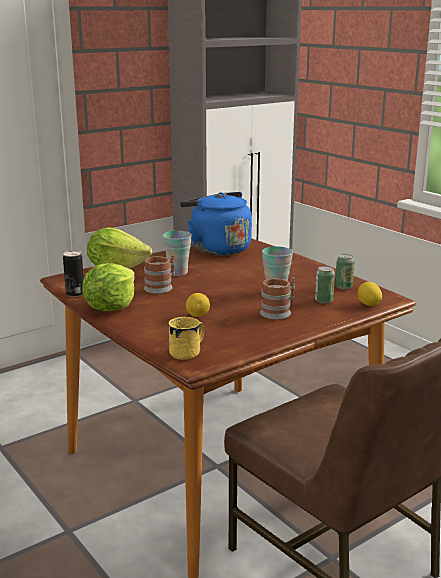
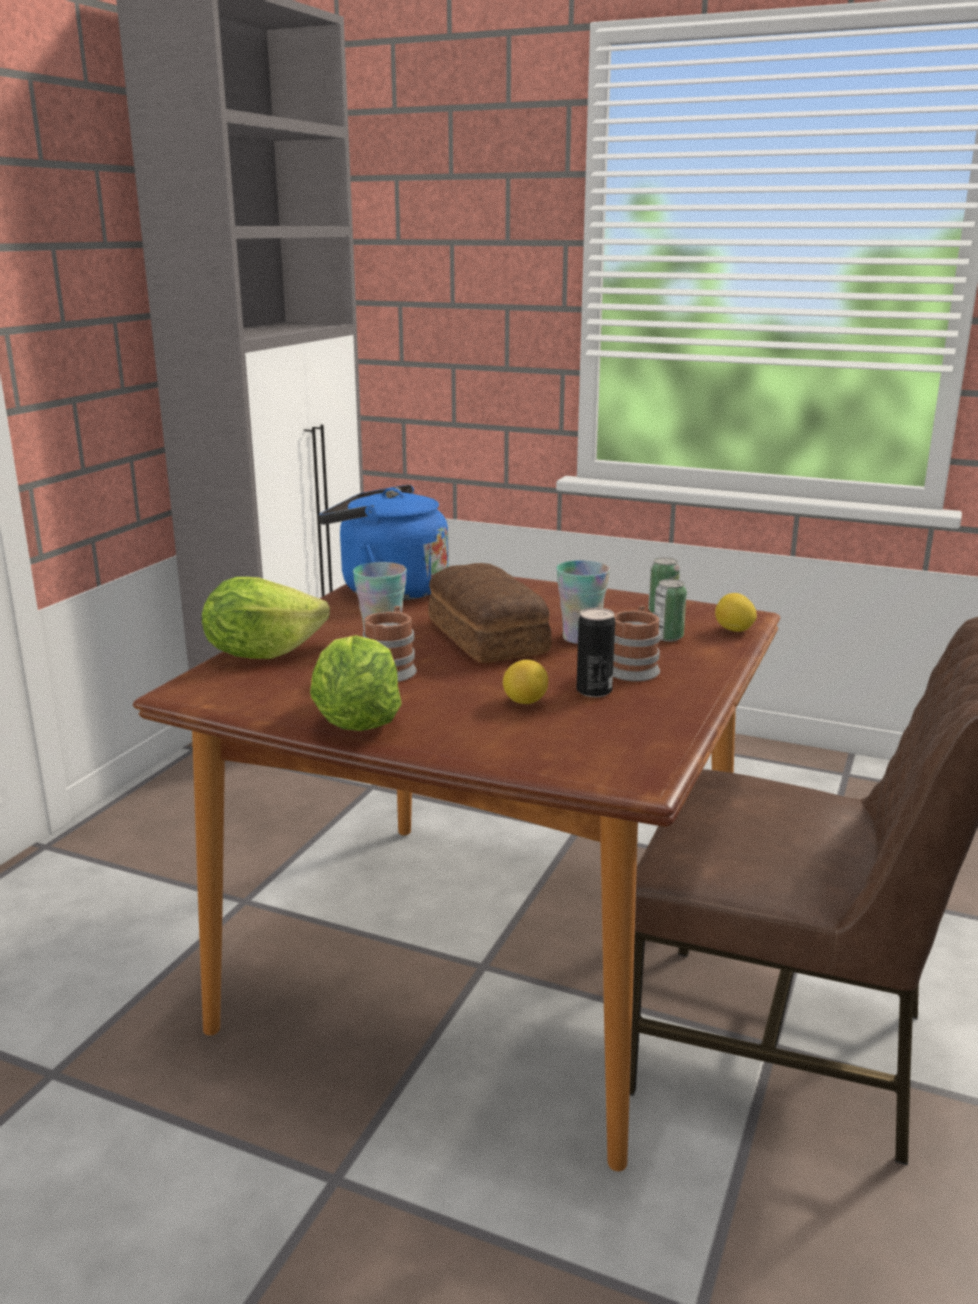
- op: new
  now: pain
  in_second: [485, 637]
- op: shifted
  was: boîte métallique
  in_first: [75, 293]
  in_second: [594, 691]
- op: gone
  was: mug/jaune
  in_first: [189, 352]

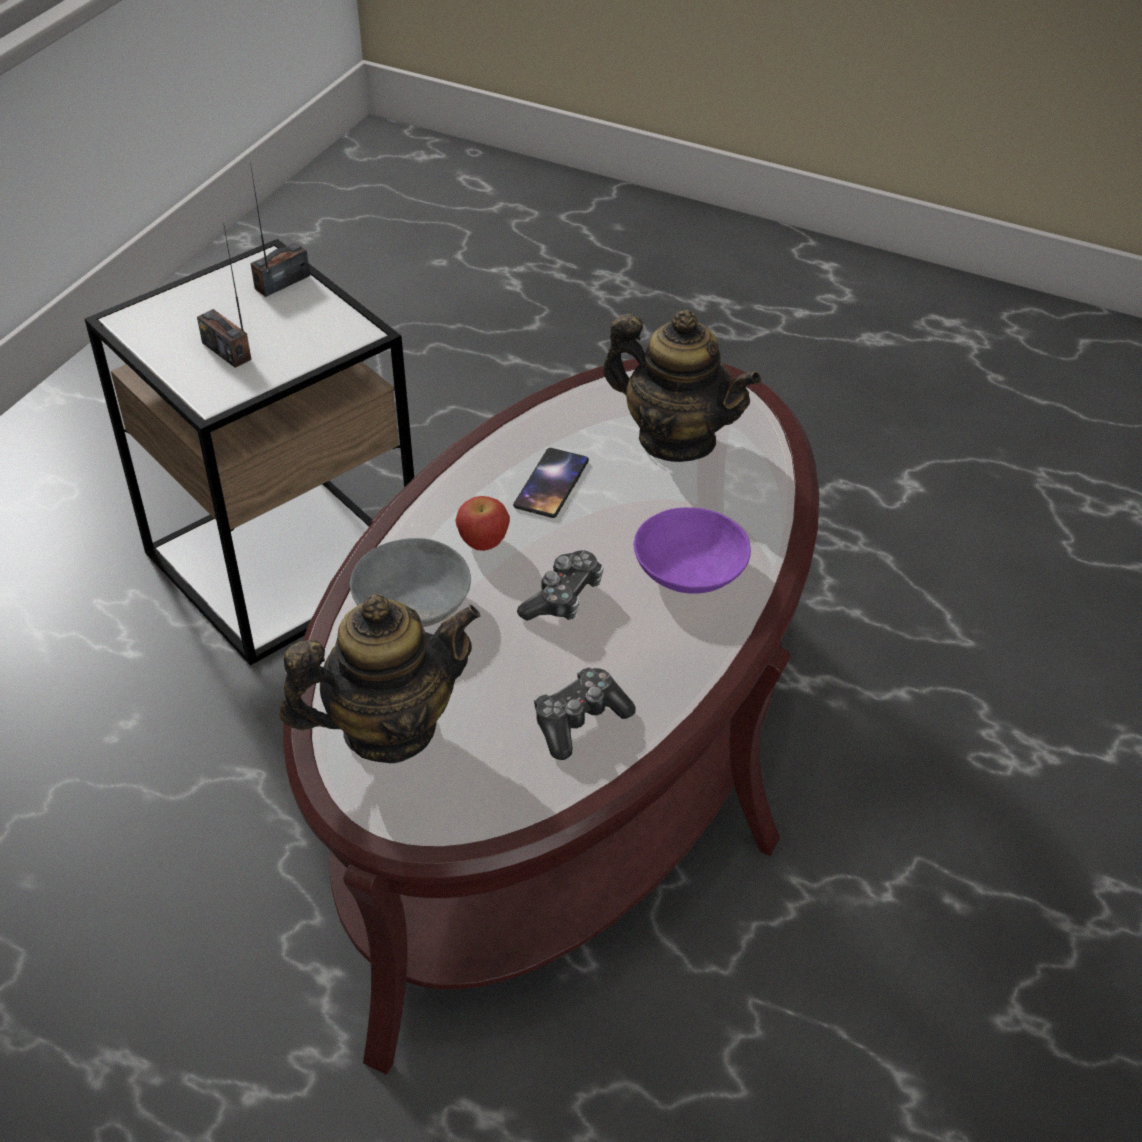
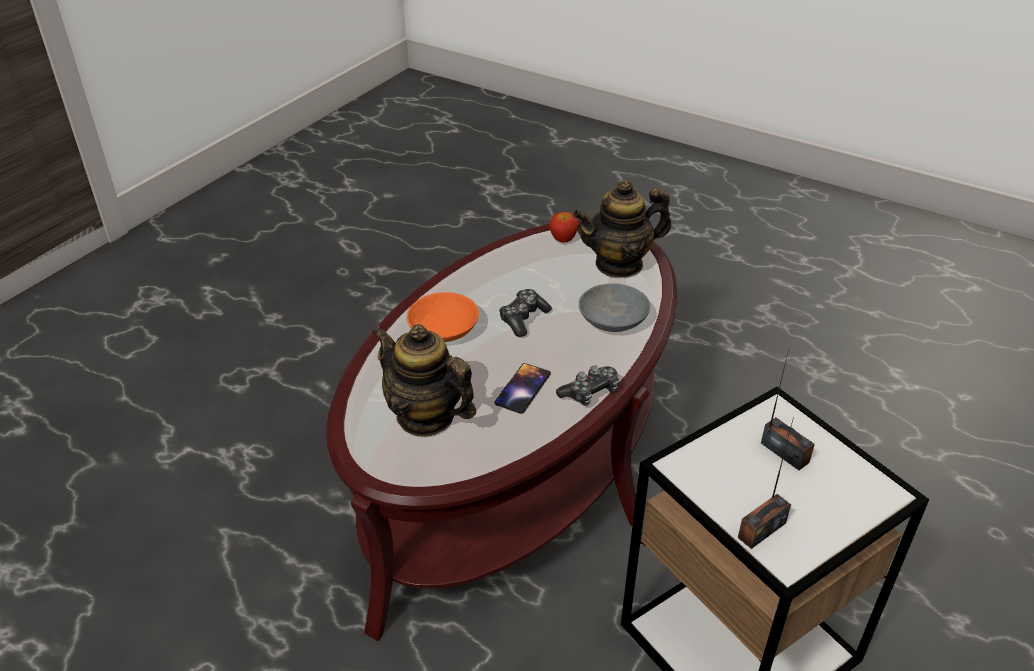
- op: repainted
  was: bol/violet
  now: bol/orange
  in_first: [692, 571]
  in_second: [443, 328]
- op: shifted
  was: pomme
  in_first: [483, 542]
  in_second: [563, 238]
- op: shifted
  was: manette
  in_first: [579, 721]
  in_second: [590, 392]

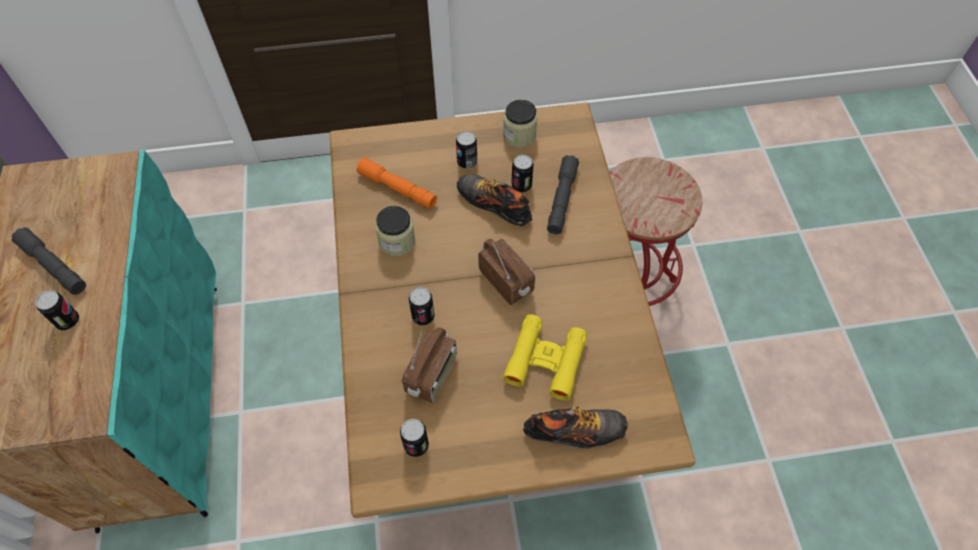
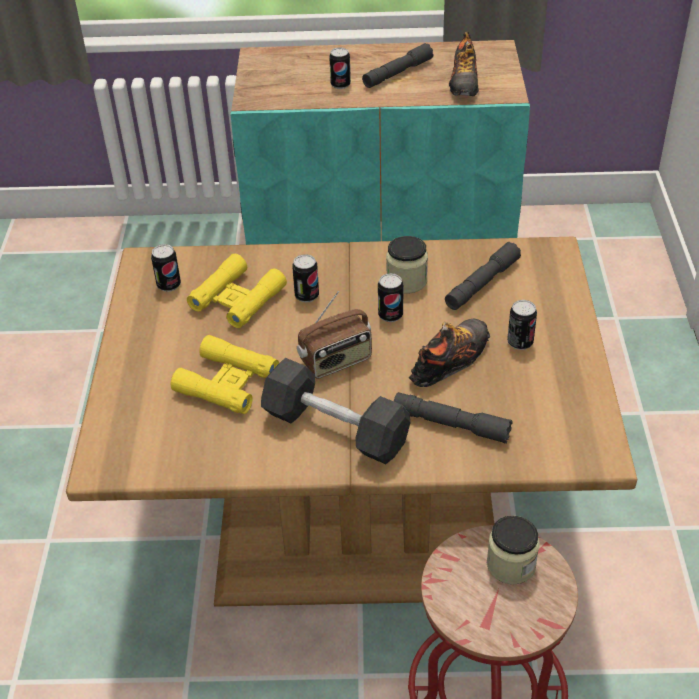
- op: swapped
  was: radio
  now: jumelles/jaune
  in_first: [432, 375]
  in_second: [237, 299]
- op: new
  now: haltère/noir
  in_second: [335, 428]
- op: shifted
  was: boîte métallique
  in_first: [521, 185]
  in_second: [390, 315]
- op: repainted
  was: lampe de poche/orange
  now: lampe de poche/gris
  in_first: [397, 189]
  in_second: [482, 283]
- op: shifted
  was: chaussure
  in_first: [575, 430]
  in_second: [464, 82]
- op: shifted
  was: bocal
  in_first: [519, 135]
  in_second: [511, 564]

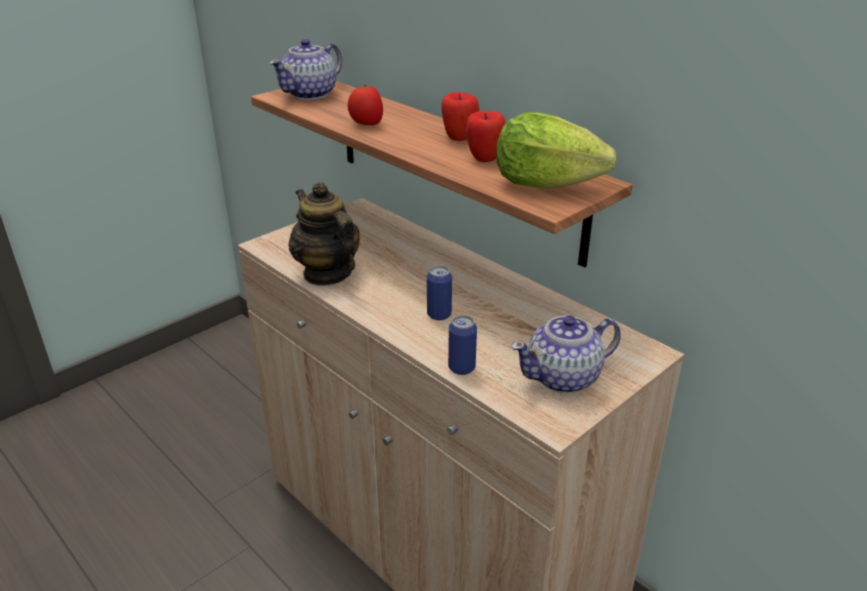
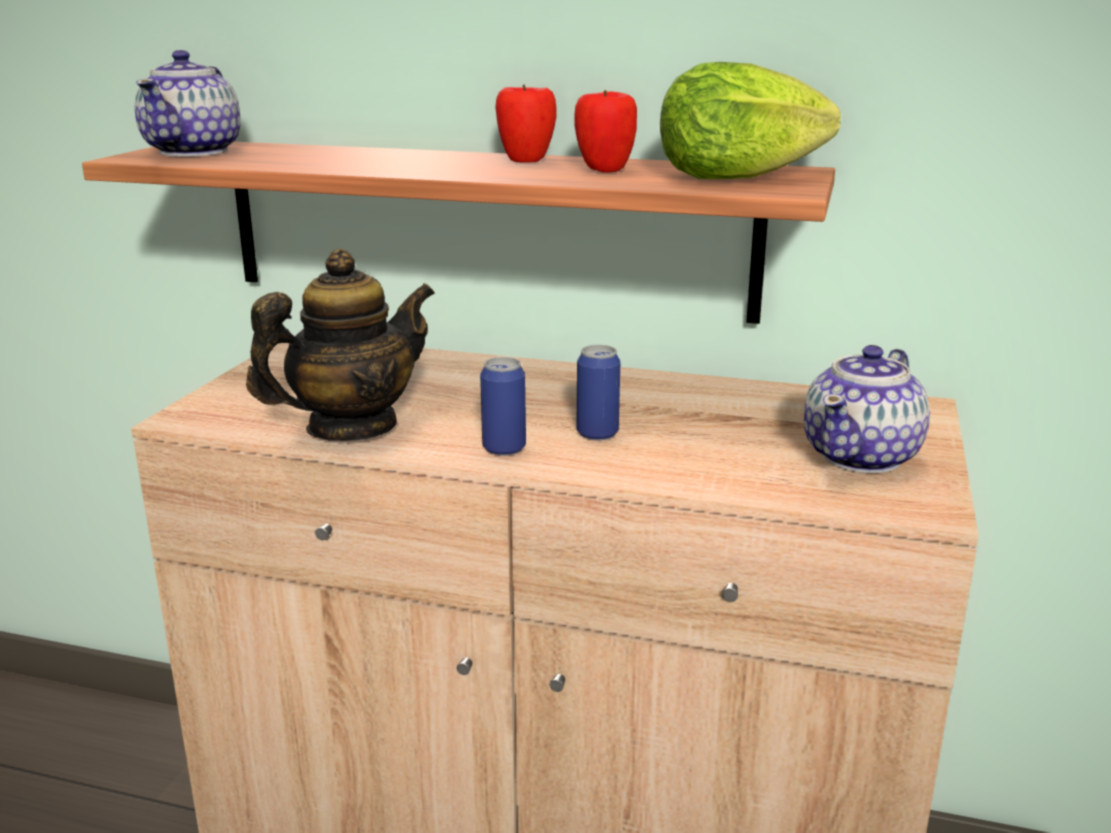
- op: rotated
  was: théière
  in_first: [327, 273]
  in_second: [351, 427]
  clockwise: 120
- op: shifted
  was: boîte métallique
  in_first: [461, 368]
  in_second: [504, 448]
- op: gone
  was: tomate
  in_first: [366, 124]

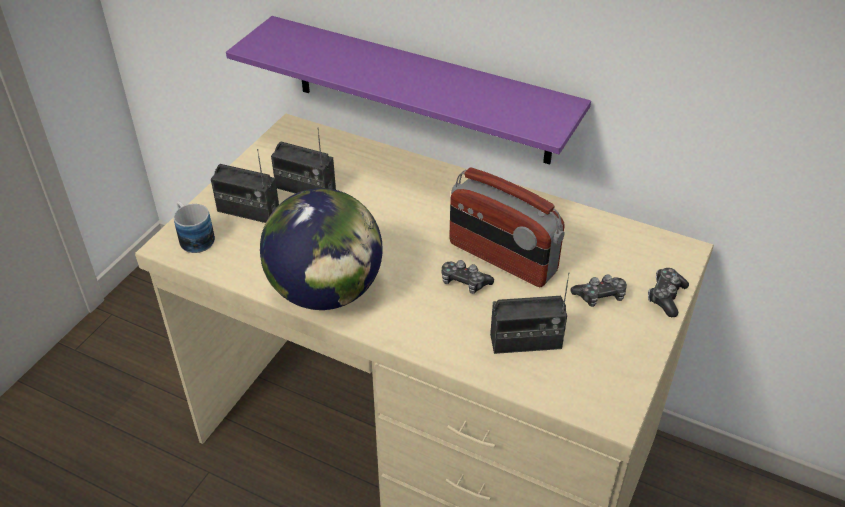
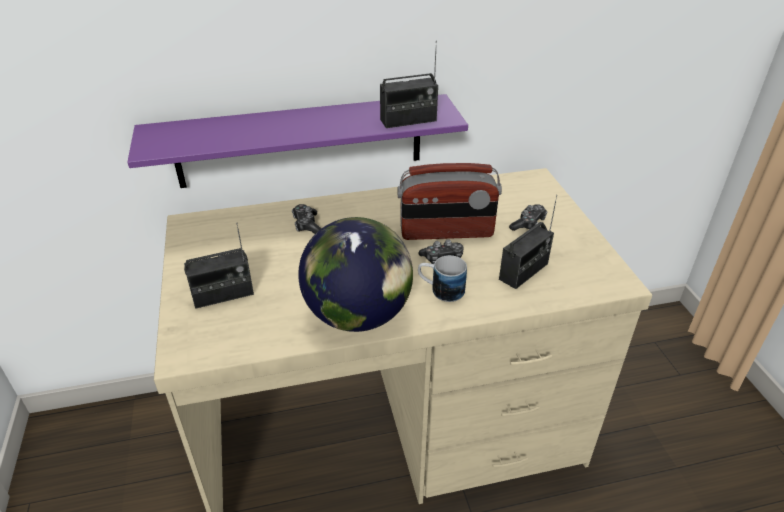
- op: shifted
  was: manette
  in_first: [666, 297]
  in_second: [307, 225]
- op: shifted
  was: radio
  in_first: [305, 189]
  in_second: [408, 120]
- op: shifted
  was: mug
  in_first: [193, 237]
  in_second: [440, 290]

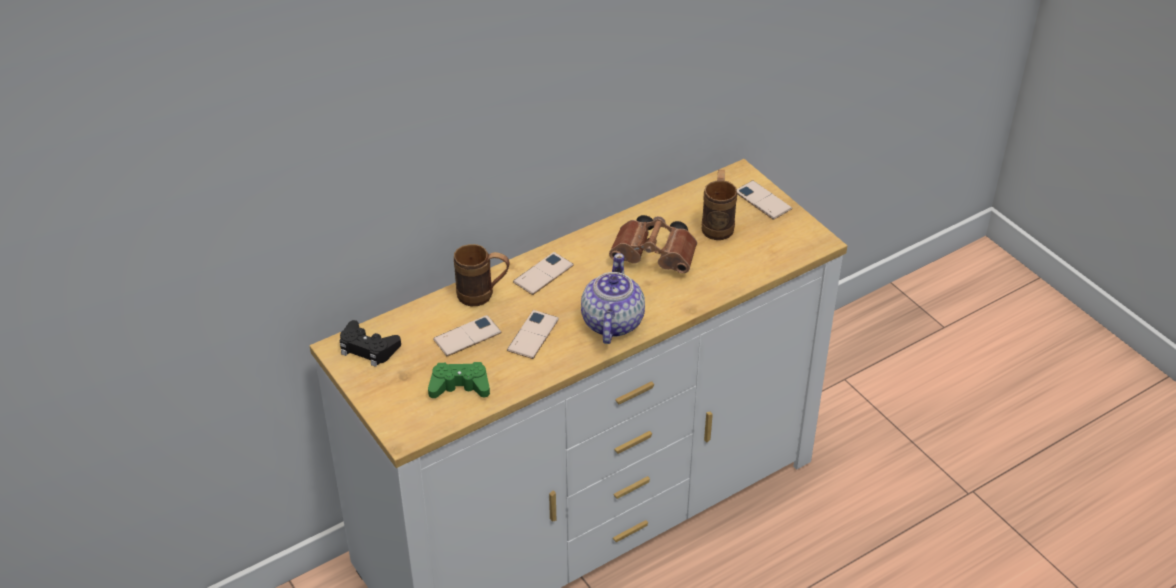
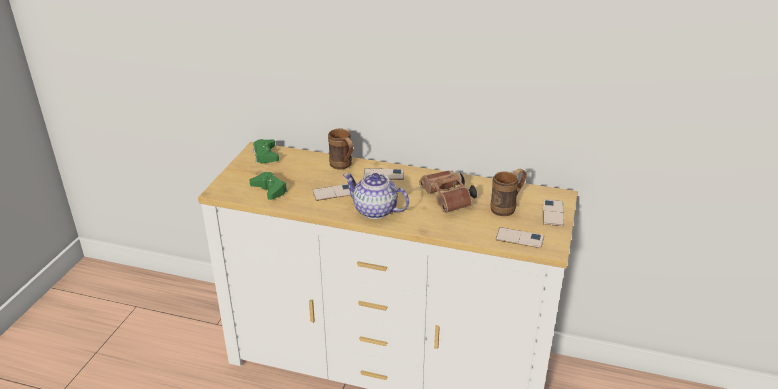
- op: repainted
  was: manette/noir
  now: manette/vert
  in_first: [368, 348]
  in_second: [266, 155]
- op: rotated
  was: théière
  in_first: [611, 323]
  in_second: [375, 211]
  clockwise: -120
- op: shifted
  was: téléphone
  in_first: [467, 336]
  in_second: [519, 238]

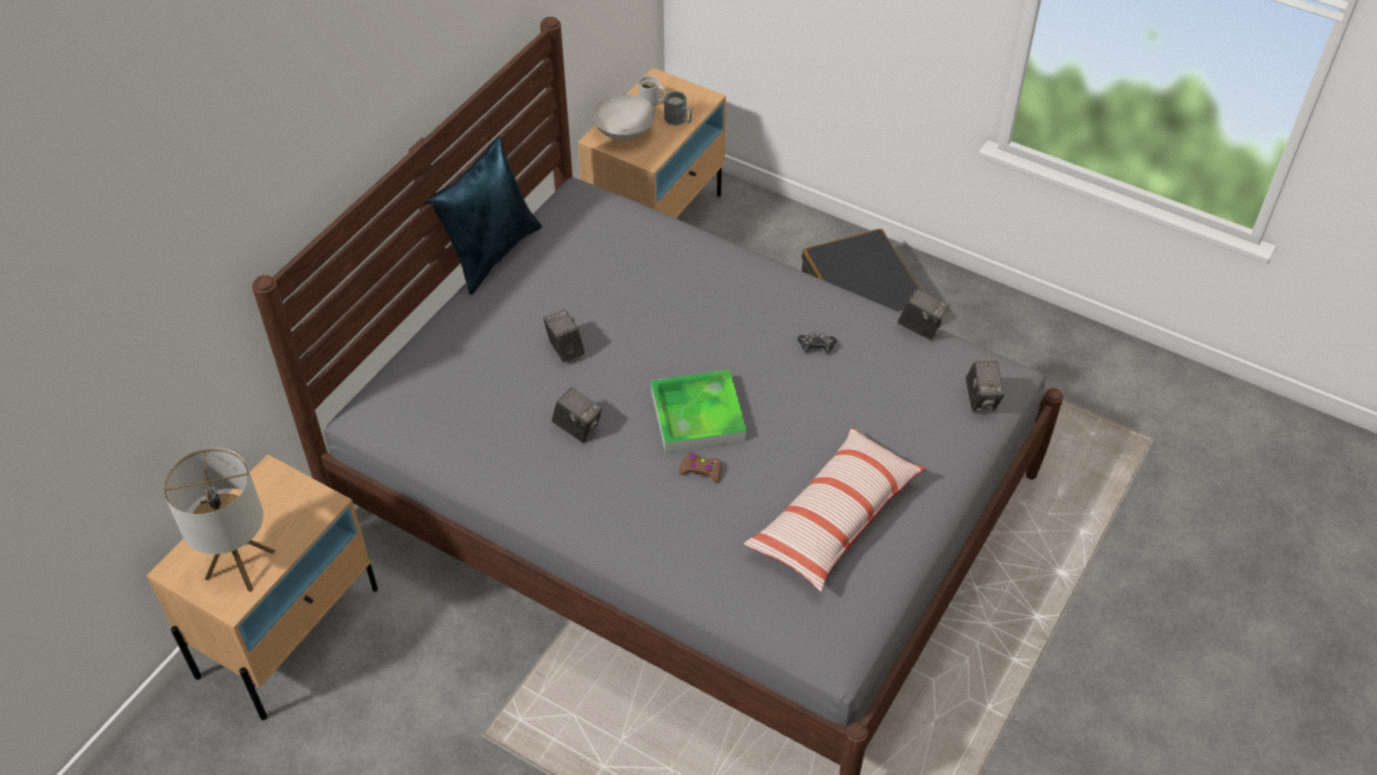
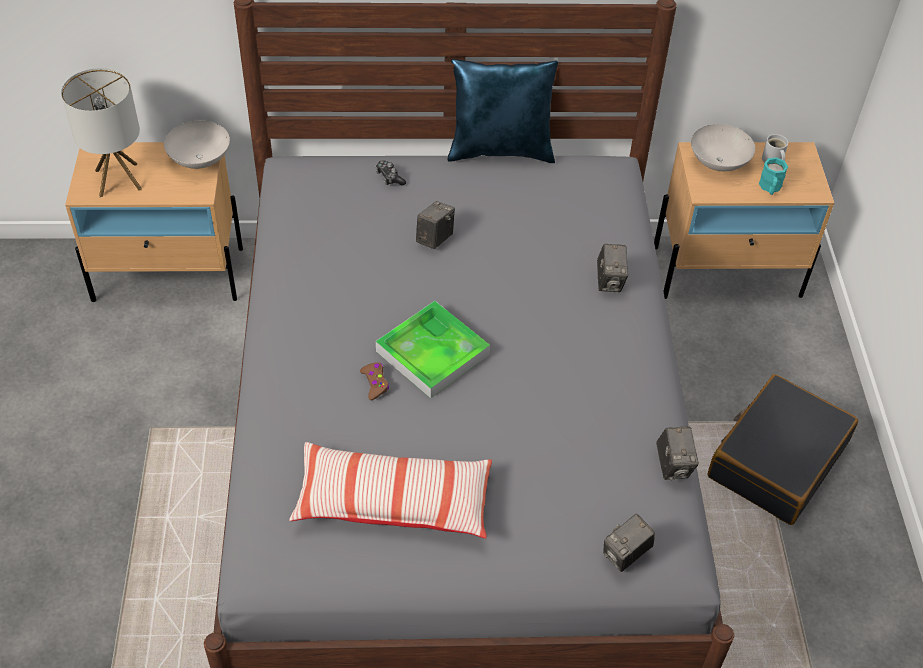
- op: new
  now: bol/blanc
  in_second: [200, 161]
- op: shifted
  was: manette
  in_first: [816, 347]
  in_second: [389, 177]
- op: shifted
  was: appareil photo
  in_first: [577, 428]
  in_second: [609, 281]
- op: repainted
  was: mug/gris
  now: mug/turquoise
  in_first: [679, 120]
  in_second: [770, 188]

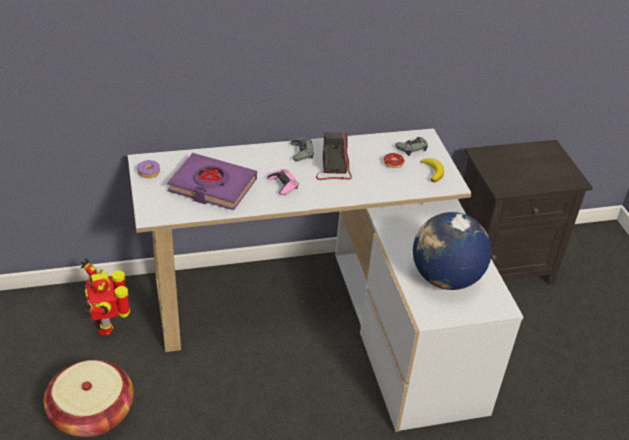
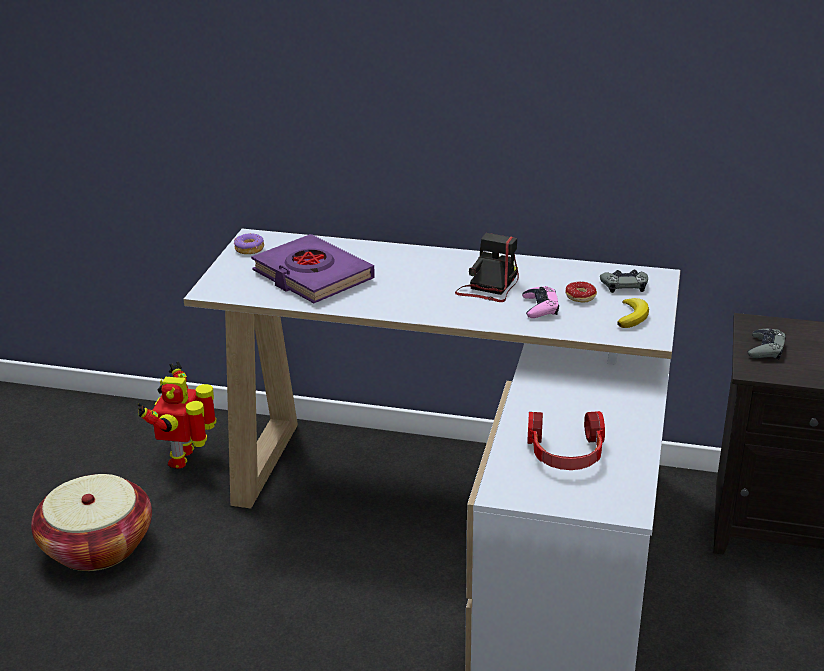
- op: shifted
  was: manette/rose
  in_first: [283, 185]
  in_second: [540, 307]
- op: swapped
  was: globe
  now: casque audio
  in_first: [445, 278]
  in_second: [566, 454]
- op: shifted
  was: manette/gris
  in_first: [302, 152]
  in_second: [766, 349]

